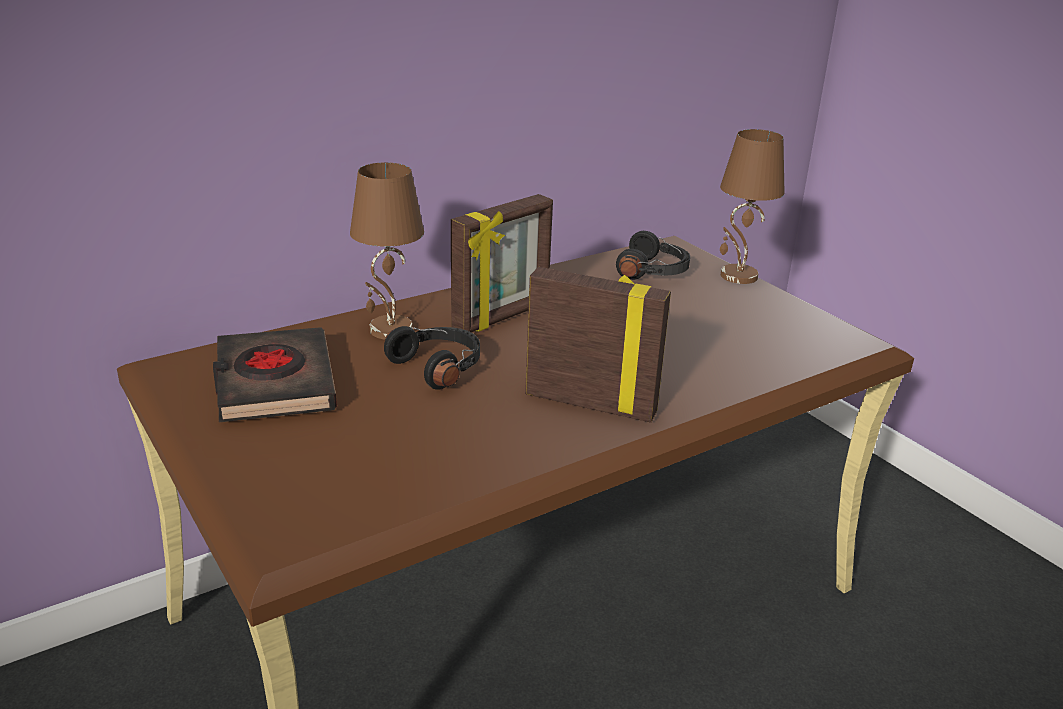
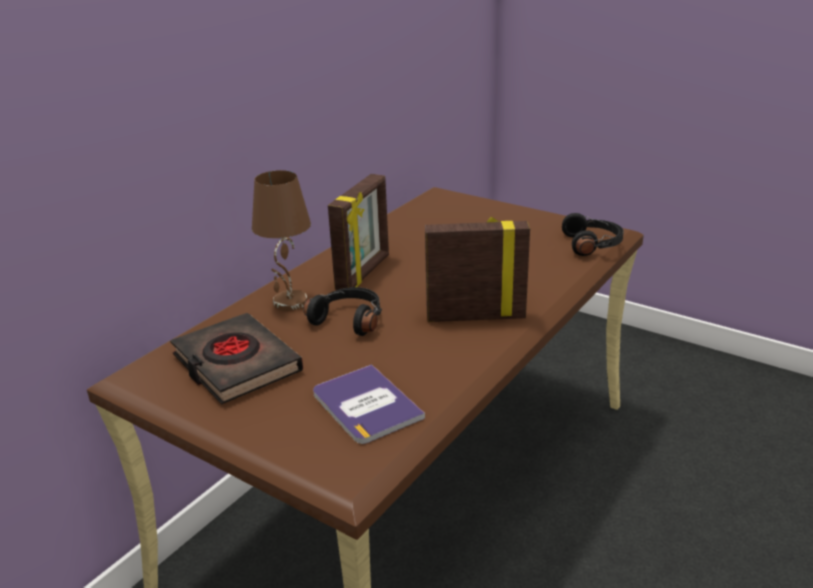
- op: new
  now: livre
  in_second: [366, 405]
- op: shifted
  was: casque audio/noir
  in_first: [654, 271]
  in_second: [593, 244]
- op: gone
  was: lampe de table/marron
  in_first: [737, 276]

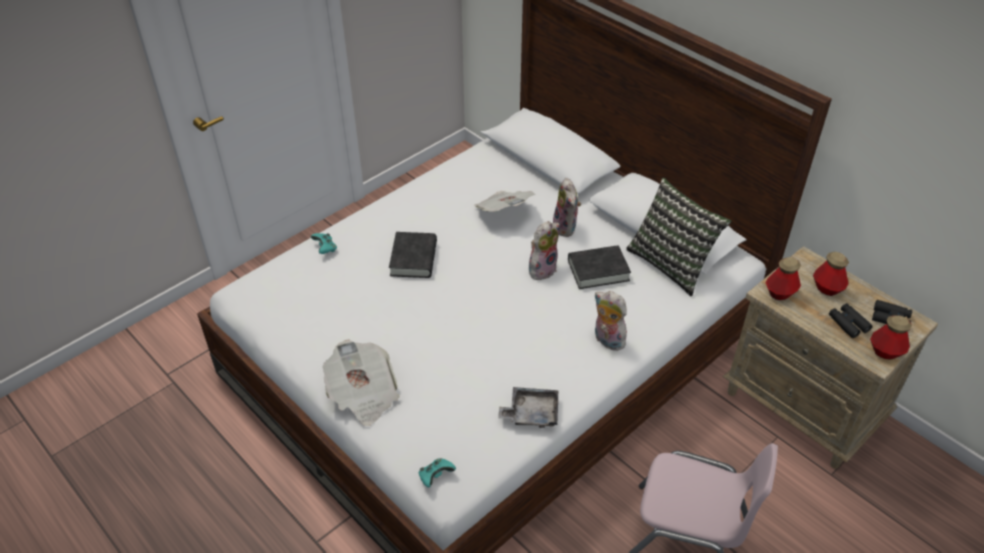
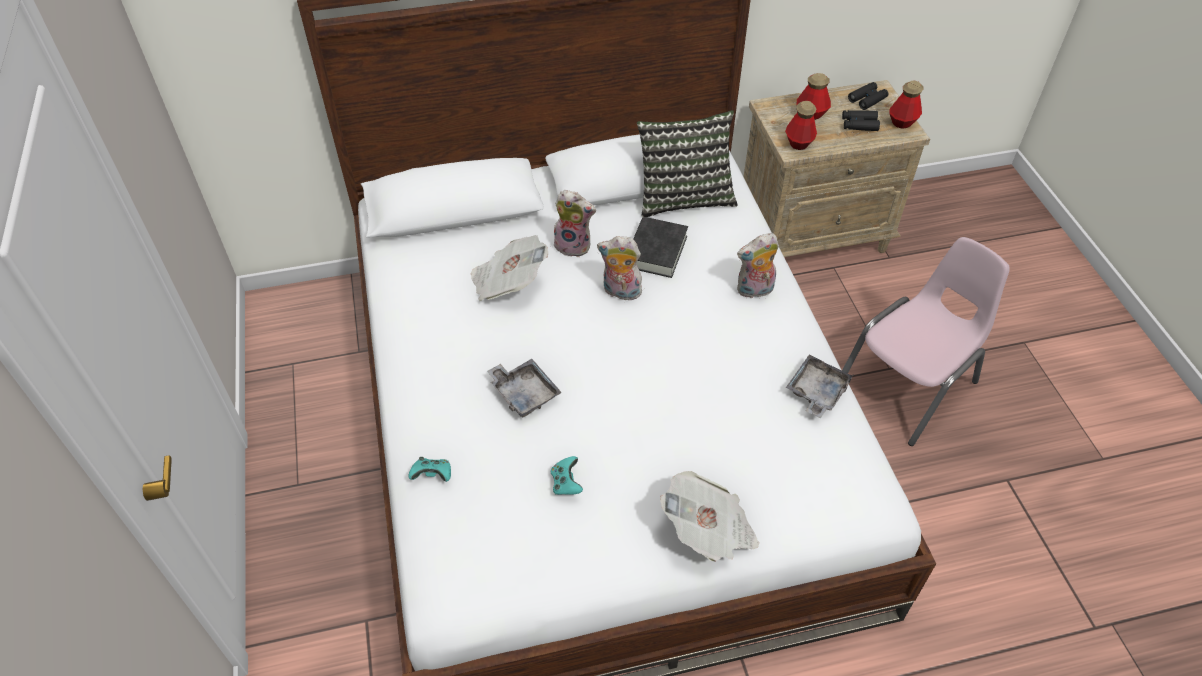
- op: swapped
  was: livre/noir
  now: plateau/gris
  in_first: [413, 259]
  in_second: [524, 393]
- op: shifted
  was: manette/turquoise
  in_first: [435, 476]
  in_second: [566, 483]
- op: rotated
  was: peluche
  in_first: [542, 268]
  in_second: [620, 292]
  clockwise: -60

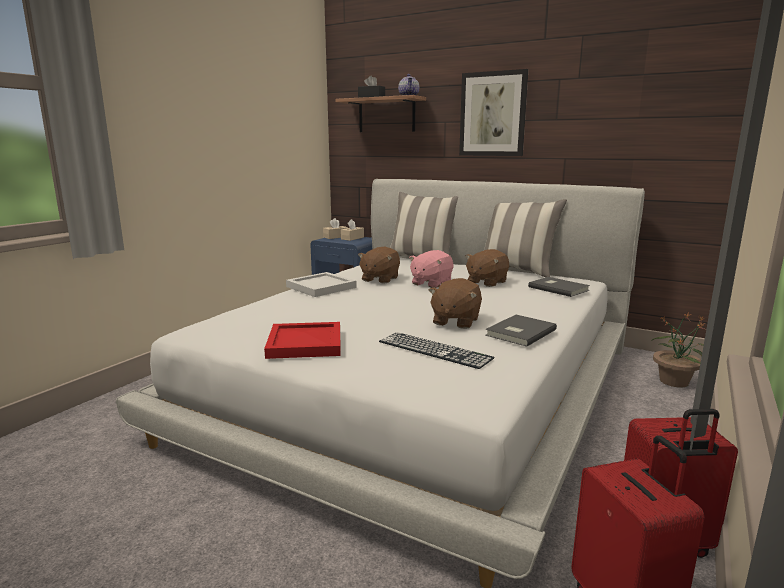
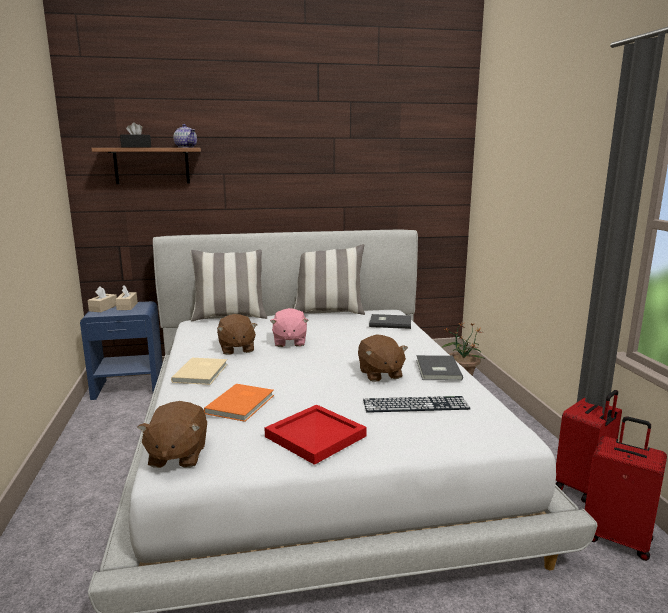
- op: shifted
  was: peluche/marron
  in_first: [486, 282]
  in_second: [177, 455]
- op: swapped
  was: plateau/blanc
  now: livre/beige
  in_first: [322, 287]
  in_second: [202, 372]
- op: new
  now: livre/orange
  in_second: [242, 404]
- op: gone
  was: tableau
  in_first: [493, 114]

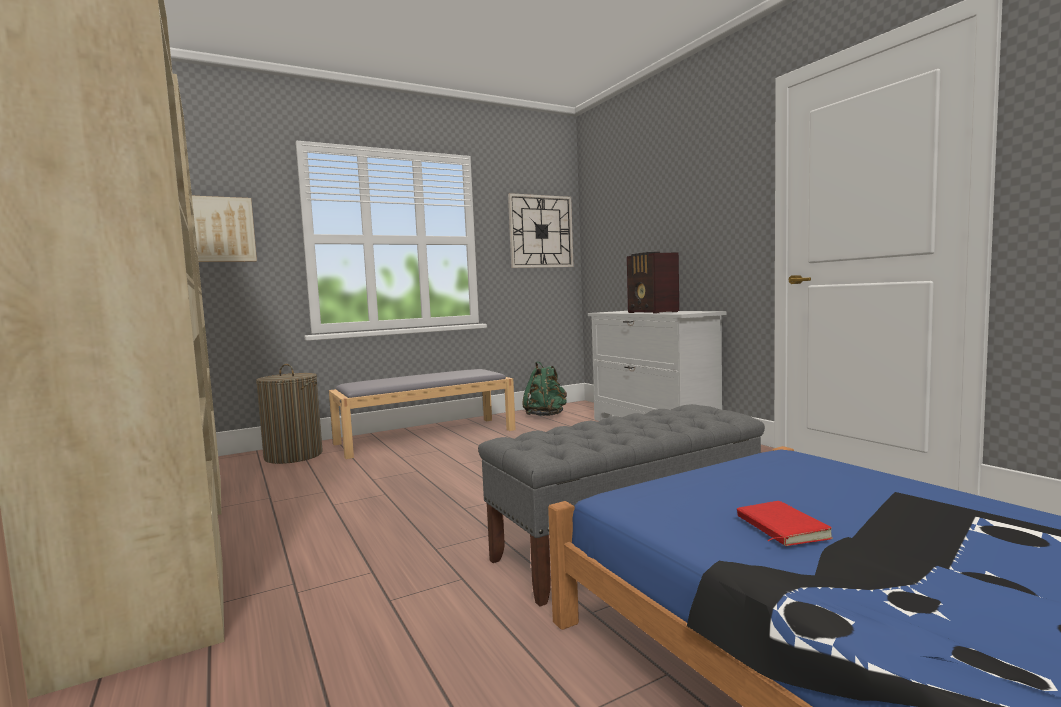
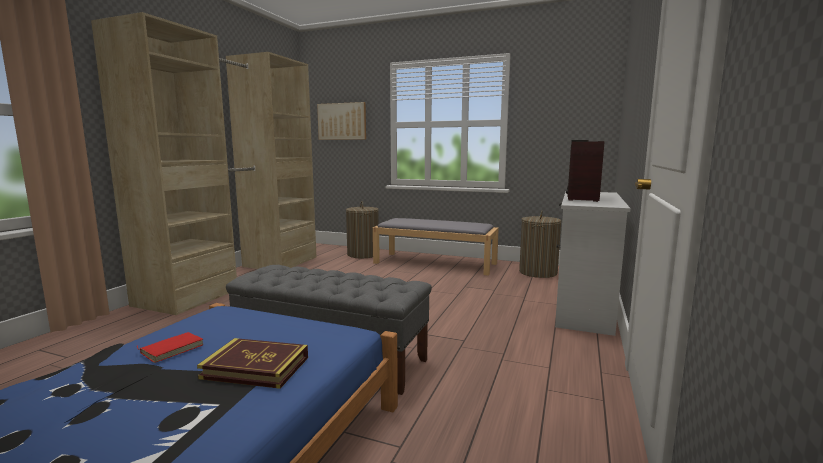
- op: new
  now: livre
  in_second: [256, 368]
- op: swapped
  was: sac à dos/vert
  now: panier à linge
  in_first: [546, 415]
  in_second: [538, 272]
- op: gone
  was: horloge murale
  in_first: [541, 231]

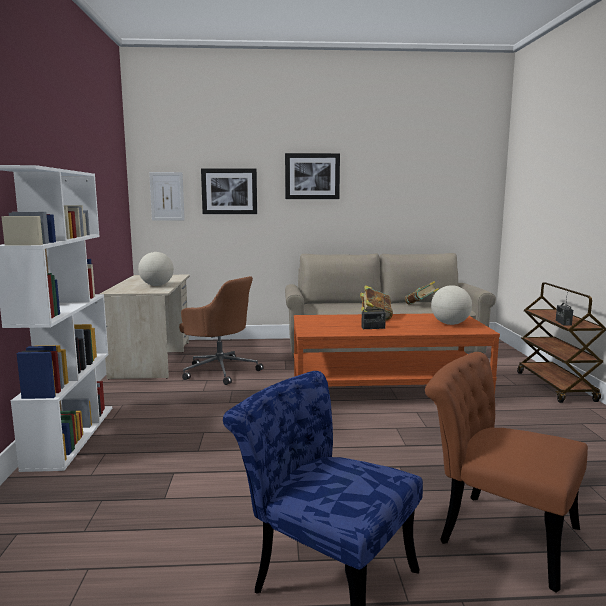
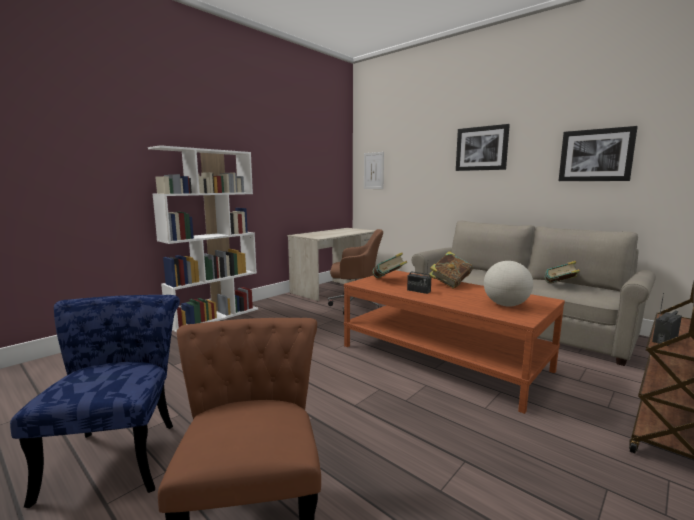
- op: rotated
  was: chaise de bureau/marron
  in_first: [220, 371]
  in_second: [355, 305]
  clockwise: -75
- op: new
  now: livre
  in_second: [389, 280]
- op: shifted
  was: tableau
  in_first: [229, 191]
  in_second: [595, 155]
- op: gone
  was: globe
  in_first: [157, 285]

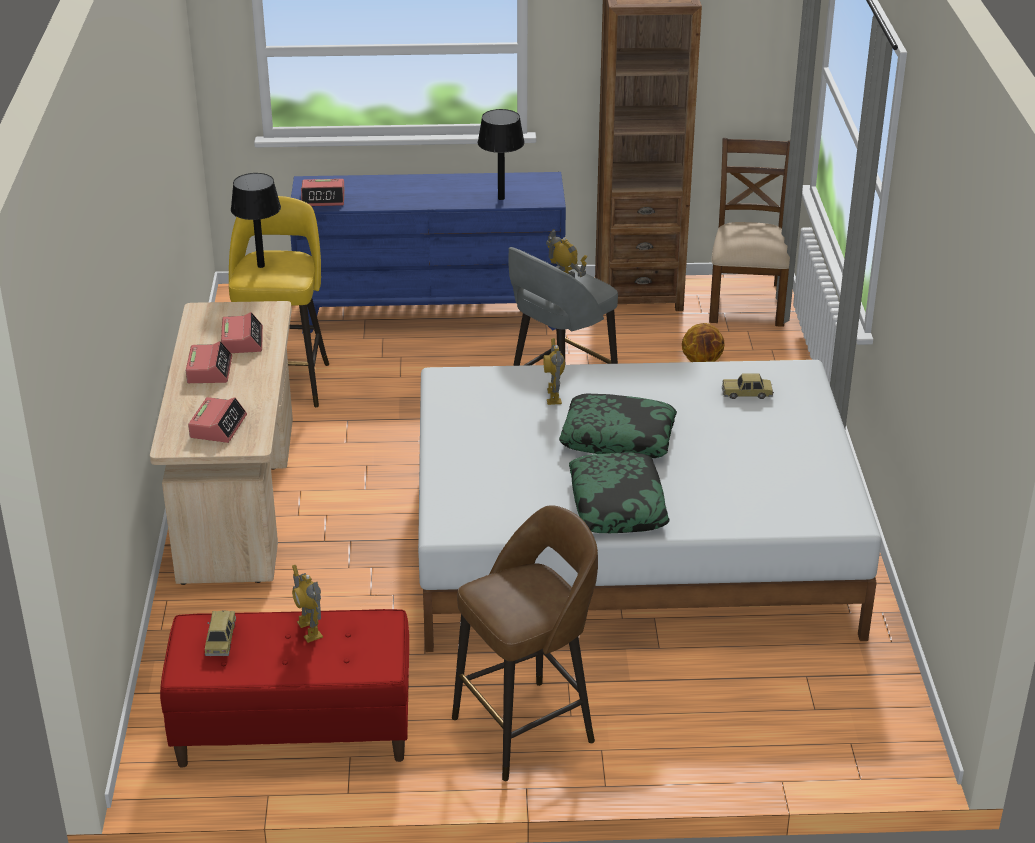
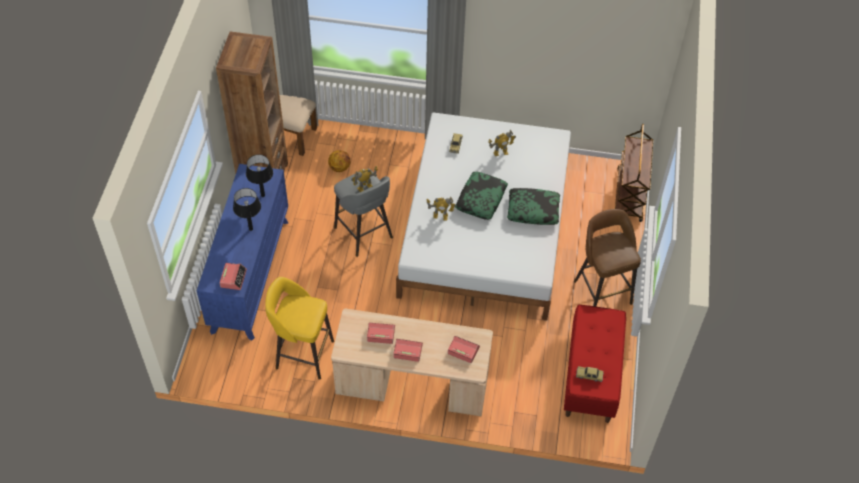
- op: shifted
  was: lampe de table/noir
  in_first: [261, 266]
  in_second: [250, 228]
- op: shifted
  was: robot jouet
  in_first: [309, 630]
  in_second: [500, 153]
- op: new
  now: chariot/marron
  in_second: [629, 196]

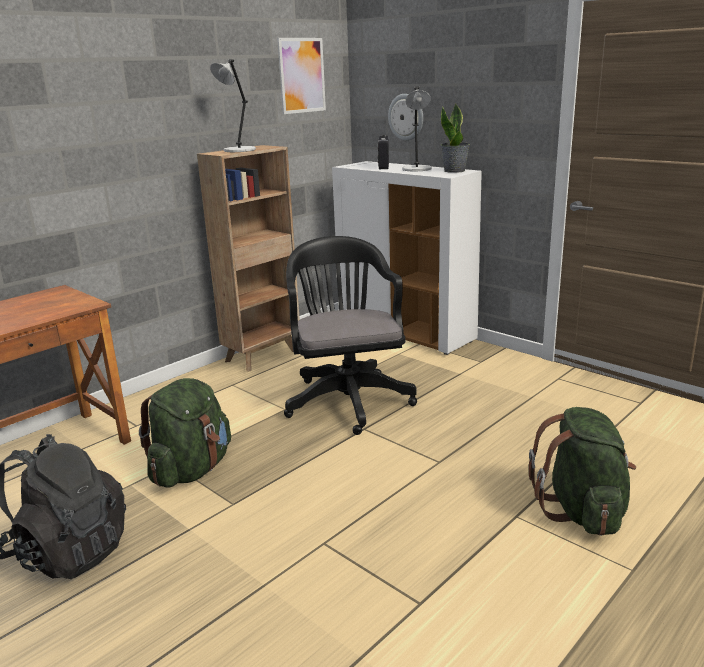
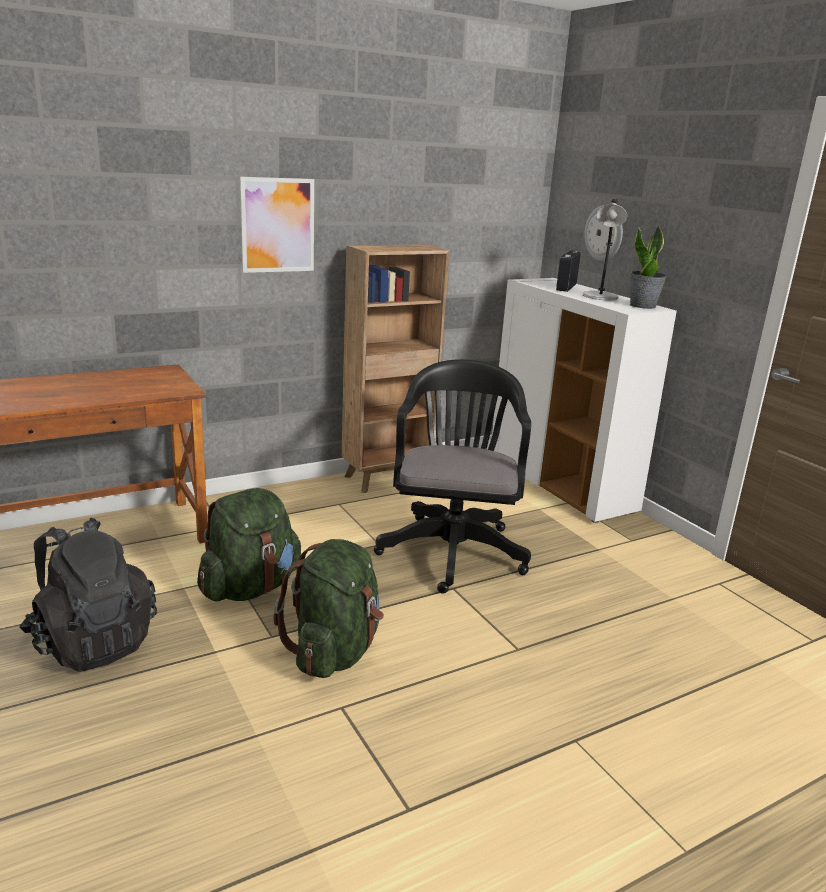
- op: shifted
  was: tableau
  in_first: [302, 75]
  in_second: [277, 225]
- op: shifted
  was: sac à dos/vert
  in_first: [582, 510]
  in_second: [334, 652]
- op: gone
  was: lampe de table/gris
  in_first: [238, 150]

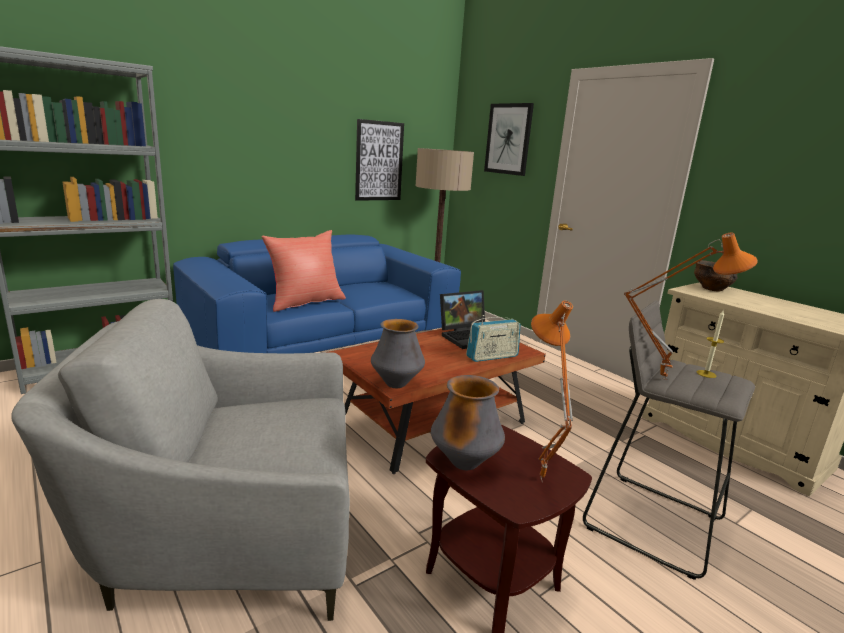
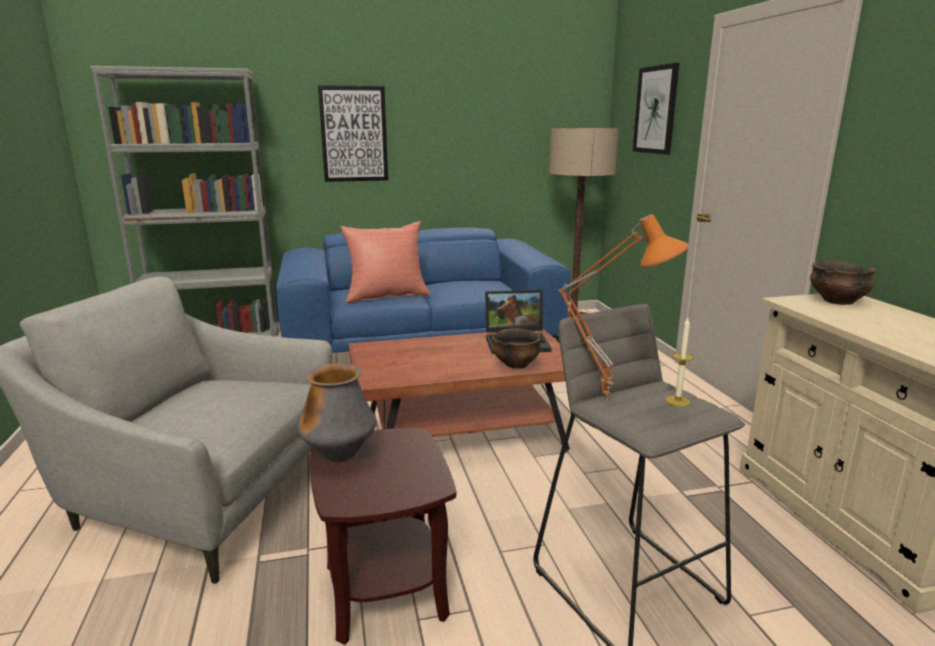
- op: shifted
  was: tableau
  in_first: [379, 161]
  in_second: [354, 134]
- op: swapped
  was: radio
  now: bol
  in_first: [492, 357]
  in_second: [516, 365]
- op: gone
  was: vase
  in_first: [396, 384]
- op: gone
  was: lampe de table/orange
  in_first: [537, 479]

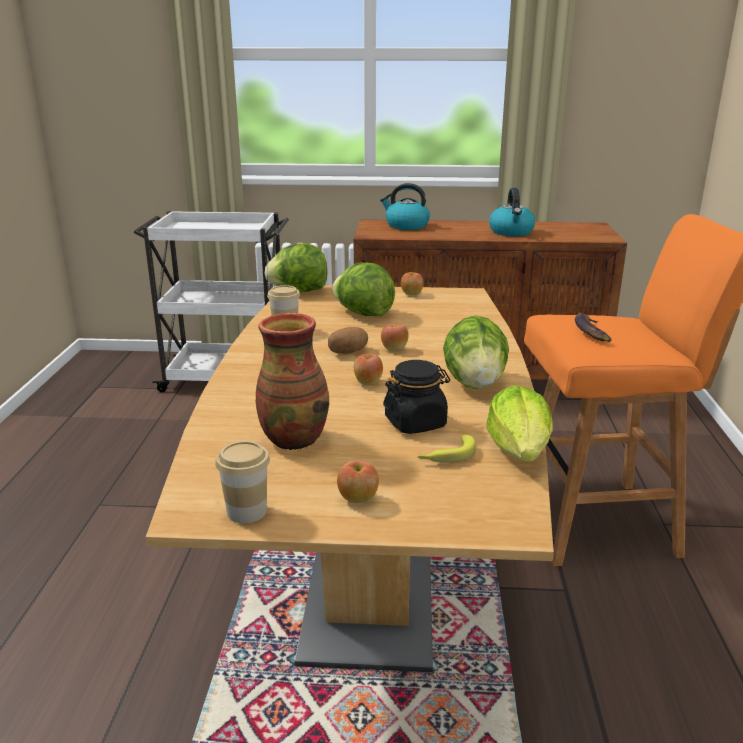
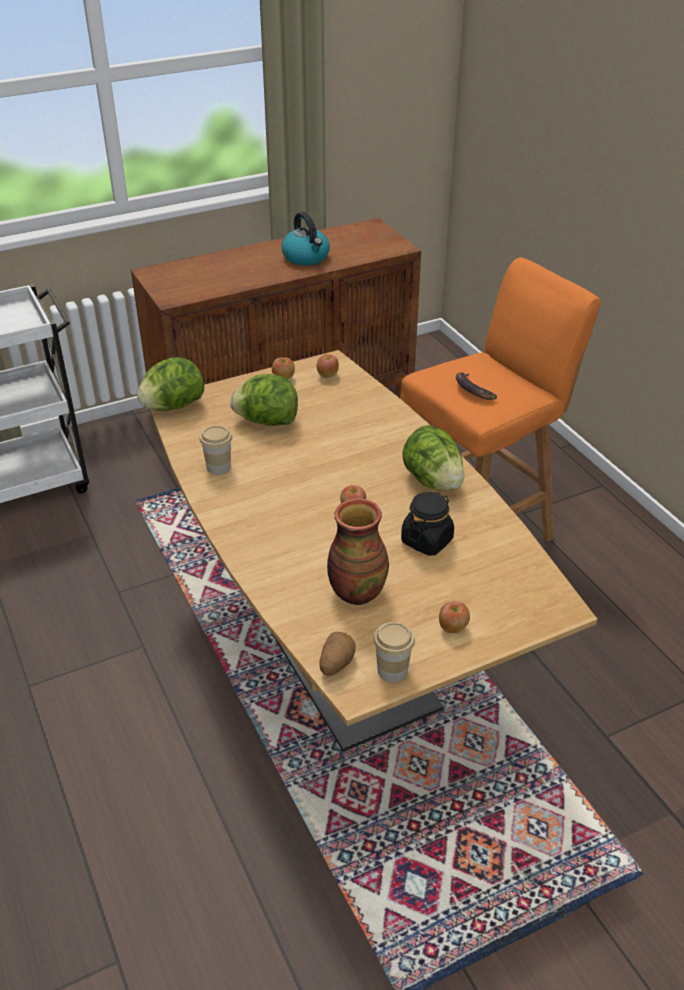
- op: shifted
  was: pomme
  in_first: [394, 349]
  in_second: [327, 375]
- op: shifted
  was: pomme de terre
  in_first: [348, 352]
  in_second: [335, 663]
- op: gone
  was: bouilloire
  in_first: [406, 226]
- op: gone
  was: banane
  in_first: [446, 456]
- op: gone
  was: laitue
  in_first: [520, 451]

